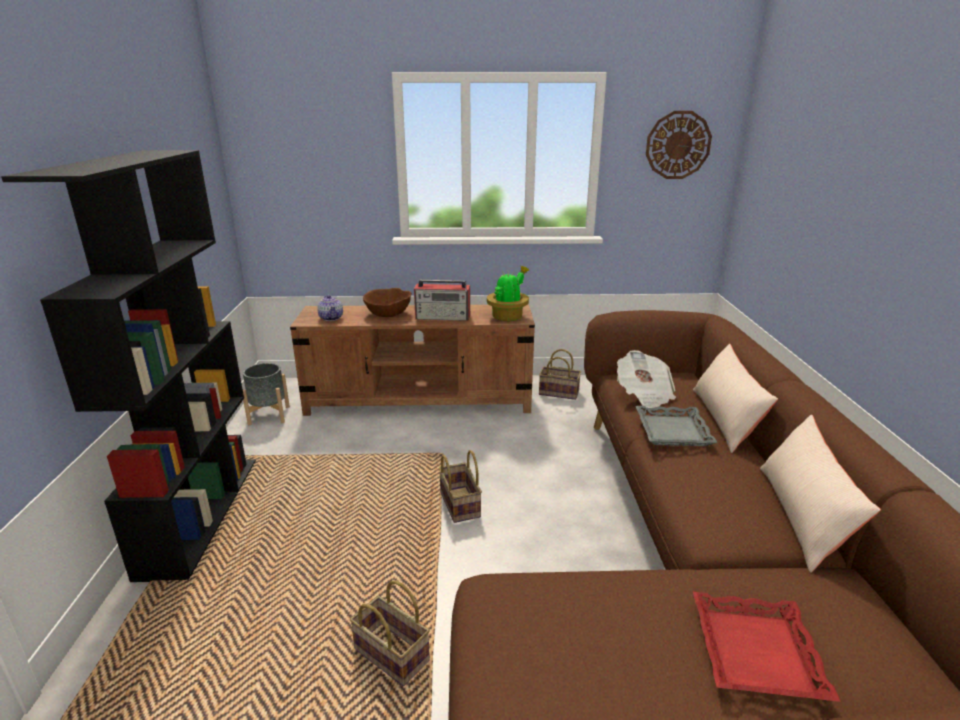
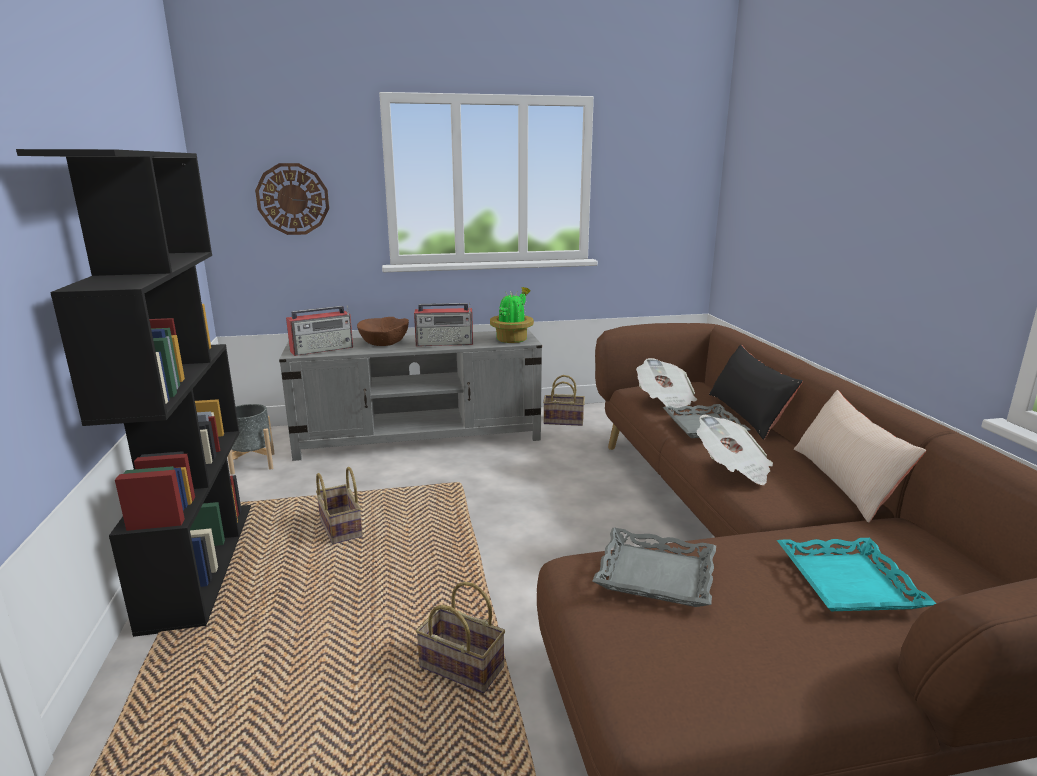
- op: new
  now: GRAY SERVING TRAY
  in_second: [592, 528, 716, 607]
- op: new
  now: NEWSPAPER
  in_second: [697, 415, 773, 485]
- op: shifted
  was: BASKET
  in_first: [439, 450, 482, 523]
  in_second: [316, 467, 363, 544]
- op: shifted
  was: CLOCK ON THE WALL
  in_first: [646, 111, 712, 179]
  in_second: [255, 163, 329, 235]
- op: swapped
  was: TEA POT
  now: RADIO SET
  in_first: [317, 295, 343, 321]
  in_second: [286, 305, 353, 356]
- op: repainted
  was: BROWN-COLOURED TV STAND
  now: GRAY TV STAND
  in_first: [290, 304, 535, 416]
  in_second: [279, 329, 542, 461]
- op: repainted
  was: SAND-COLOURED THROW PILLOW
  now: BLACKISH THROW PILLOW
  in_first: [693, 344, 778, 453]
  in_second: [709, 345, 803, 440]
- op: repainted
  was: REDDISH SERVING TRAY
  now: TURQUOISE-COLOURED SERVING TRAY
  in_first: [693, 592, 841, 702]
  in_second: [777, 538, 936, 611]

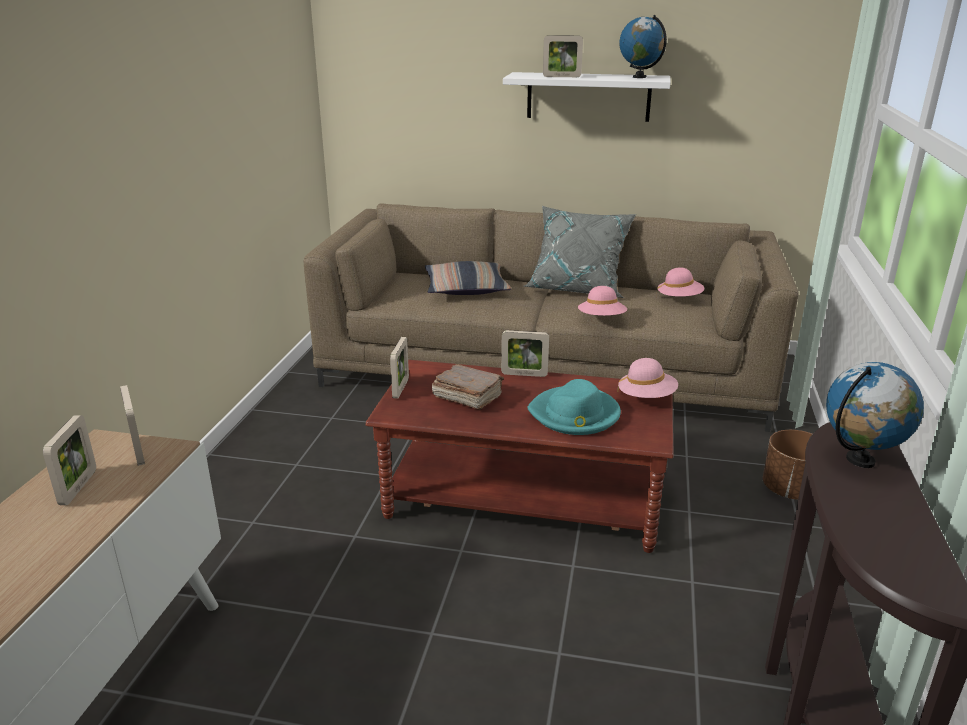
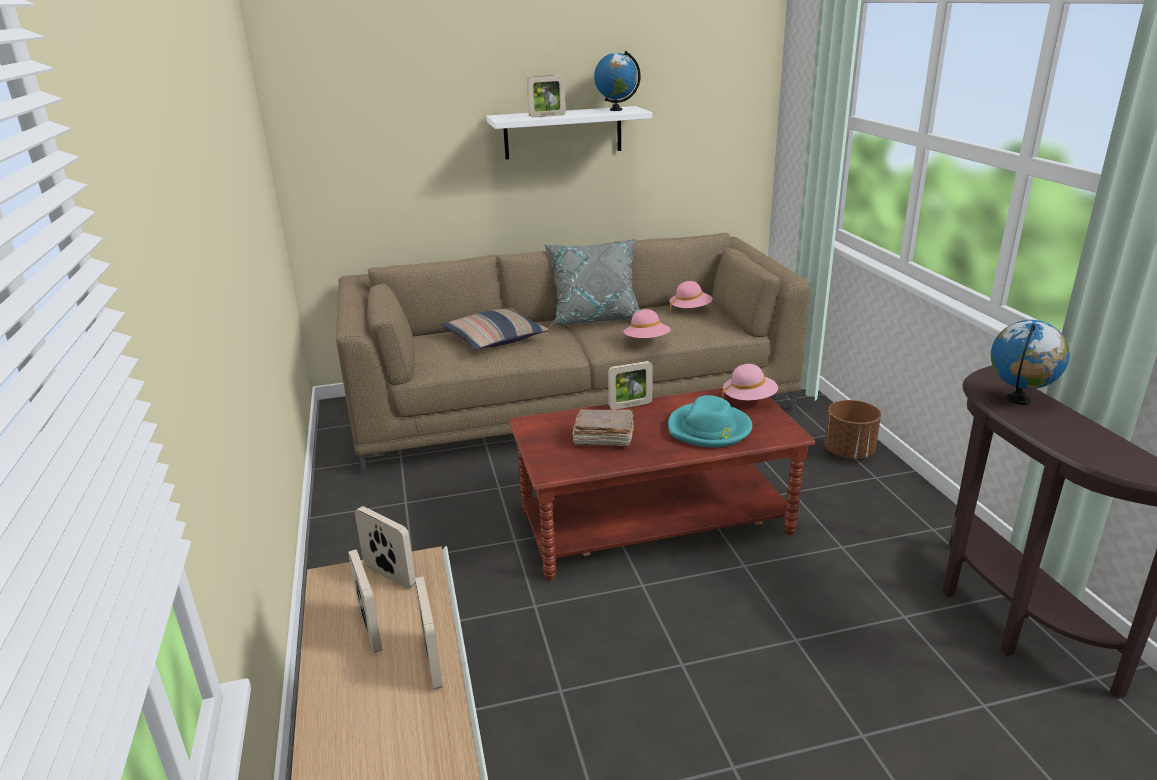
- op: shifted
  was: PICTURE FRAME
  in_first: [390, 337, 409, 399]
  in_second: [415, 576, 443, 689]

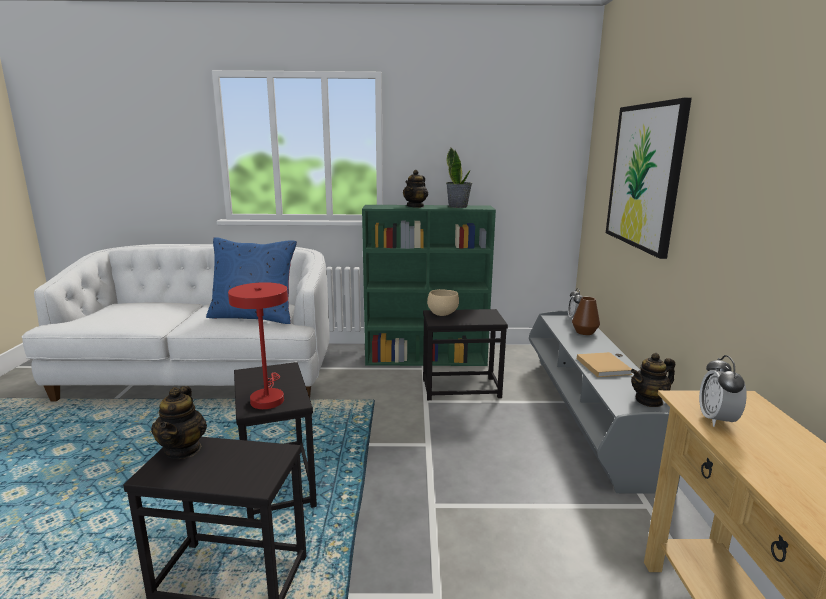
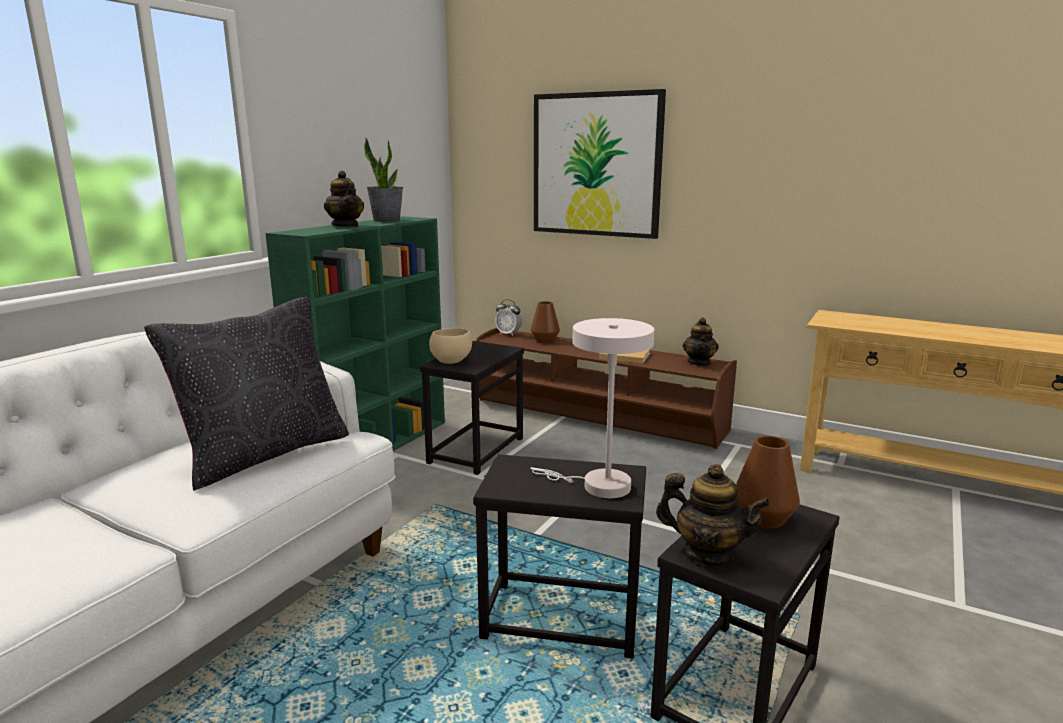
- op: gone
  was: ALARM CLOCK
  in_first: [699, 355, 747, 427]
- op: new
  now: BROWN-COLOURED DECORATIVE VASE
  in_second: [736, 436, 800, 529]
- op: repainted
  was: BLUE-COLOURED THROW PILLOW
  now: BLACKISH THROW PILLOW
  in_first: [206, 237, 297, 324]
  in_second: [144, 297, 349, 491]
- op: repainted
  was: REDDISH TABLE LAMP
  now: WHITE-COLOURED TABLE LAMP
  in_first: [228, 282, 288, 409]
  in_second: [530, 318, 654, 498]
- op: repainted
  was: GRAY TV STAND
  now: BROWN-COLOURED TV STAND
  in_first: [529, 311, 680, 494]
  in_second: [475, 328, 737, 449]

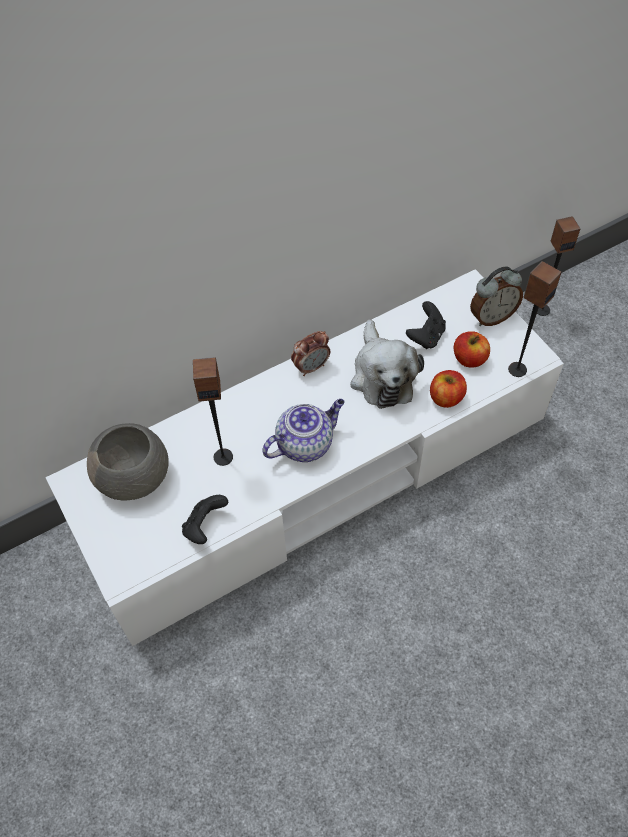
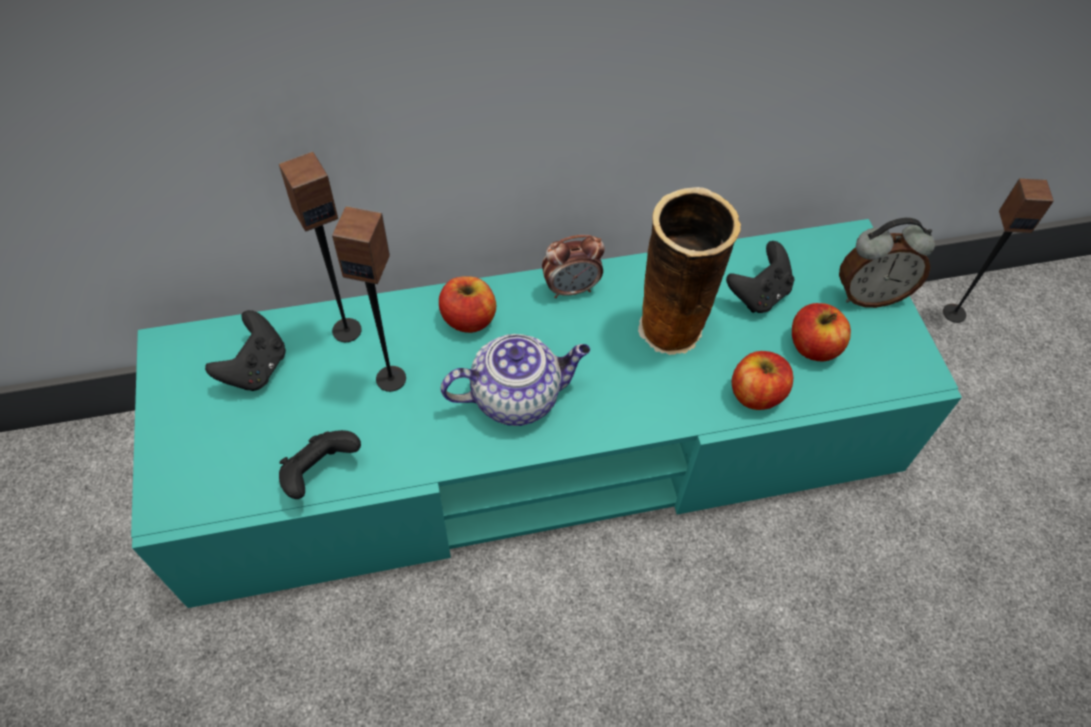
- op: new
  now: WHOLE APPLE
  in_second: [439, 276, 496, 333]
- op: shifted
  was: SPEAKER
  in_first: [508, 261, 561, 377]
  in_second: [279, 151, 362, 342]
- op: swapped
  was: GRAY SERVING BOWL
  now: BLACKISH GAMEPAD
  in_first: [87, 423, 169, 501]
  in_second: [205, 310, 286, 391]
- op: swapped
  was: CUDDLY TOY
  now: DECORATIVE VASE
  in_first: [350, 319, 424, 409]
  in_second: [638, 187, 741, 355]
- op: repainted
  was: WHITE-COLOURED TV STAND
  now: TURQUOISE-COLOURED TV STAND
  in_first: [46, 269, 564, 646]
  in_second: [131, 219, 962, 608]

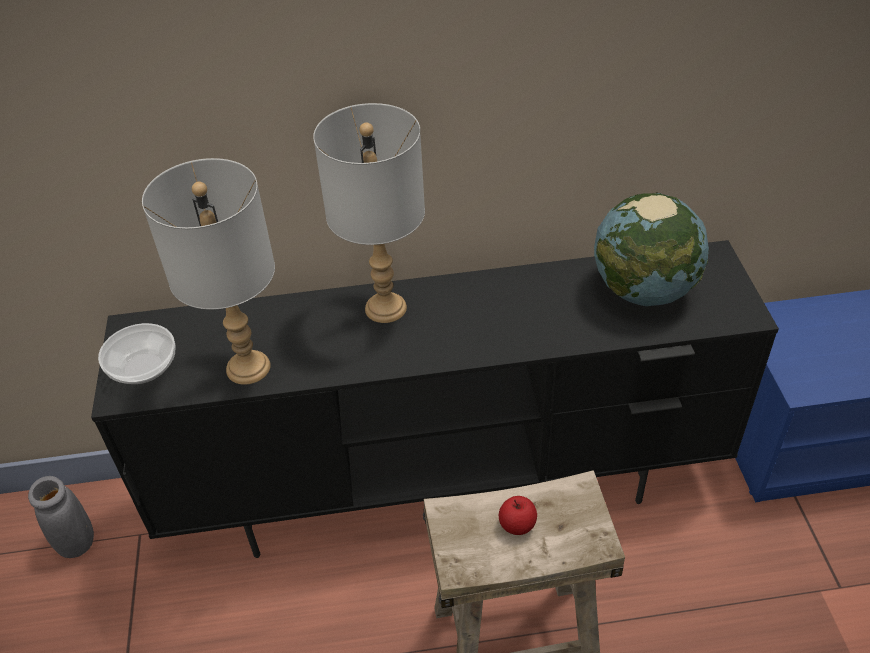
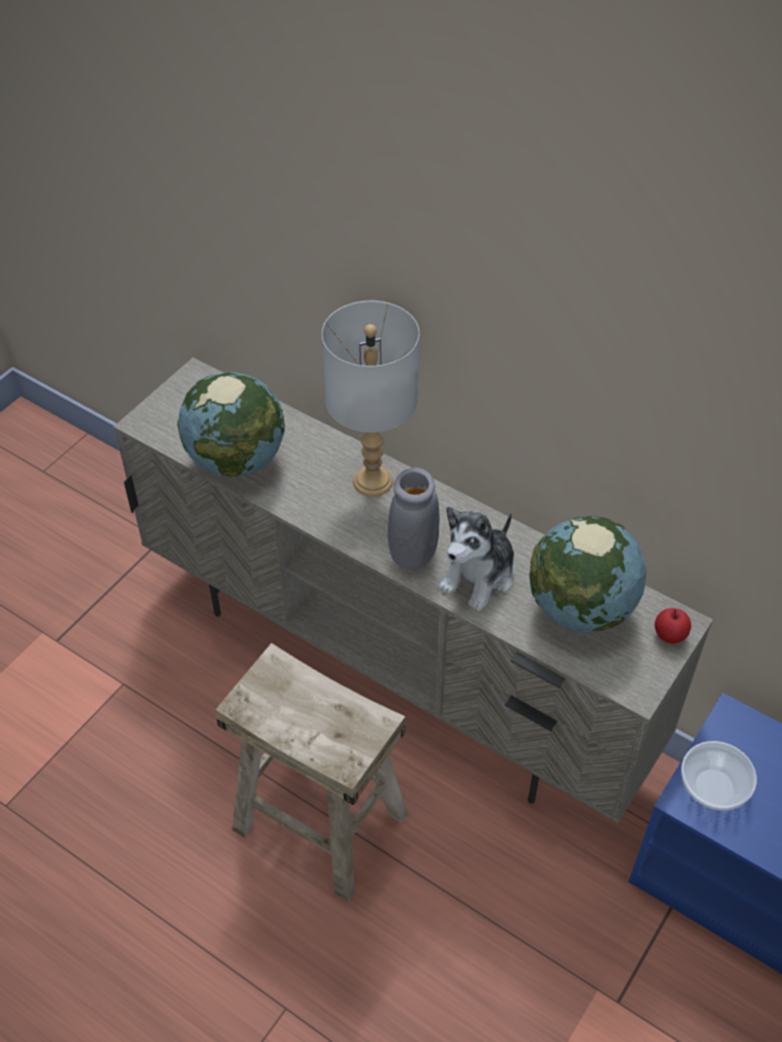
- op: new
  now: CUDDLY TOY
  in_second: [439, 507, 515, 611]
- op: shifted
  was: GRAY DECORATIVE VASE
  in_first: [28, 476, 94, 558]
  in_second: [388, 468, 439, 569]
- op: shifted
  was: SERVING BOWL
  in_first: [98, 323, 176, 384]
  in_second: [681, 741, 757, 811]
- op: shifted
  was: WHOLE APPLE
  in_first: [498, 496, 537, 535]
  in_second: [655, 608, 691, 644]
- op: swapped
  was: GRAY TABLE LAMP
  now: WORLD GLOBE
  in_first: [142, 158, 275, 385]
  in_second: [177, 372, 285, 477]
- op: repainted
  was: BLACKISH TV STAND
  now: SAND-COLOURED TV STAND
  in_first: [91, 240, 779, 558]
  in_second: [113, 357, 713, 824]

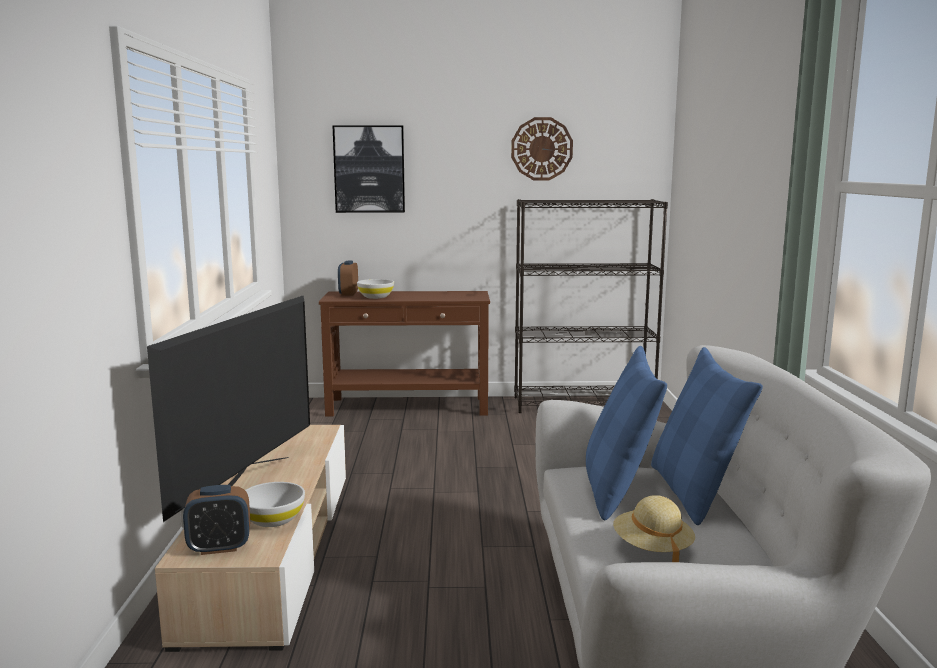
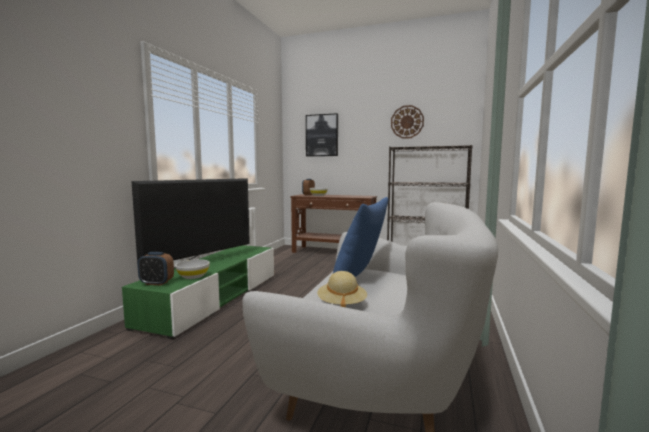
- op: gone
  was: BLUE-COLOURED THROW PILLOW
  in_first: [651, 347, 763, 525]
- op: repainted
  was: SAND-COLOURED TV STAND
  now: GREENISH TV STAND
  in_first: [155, 425, 346, 652]
  in_second: [122, 245, 274, 339]

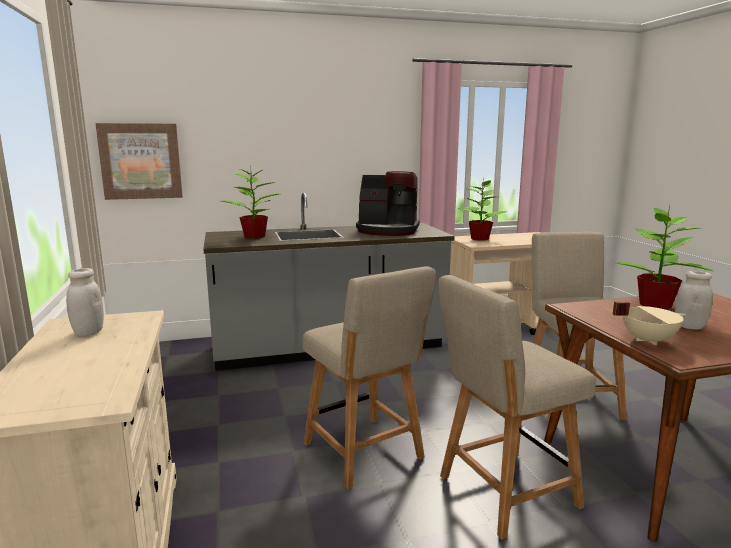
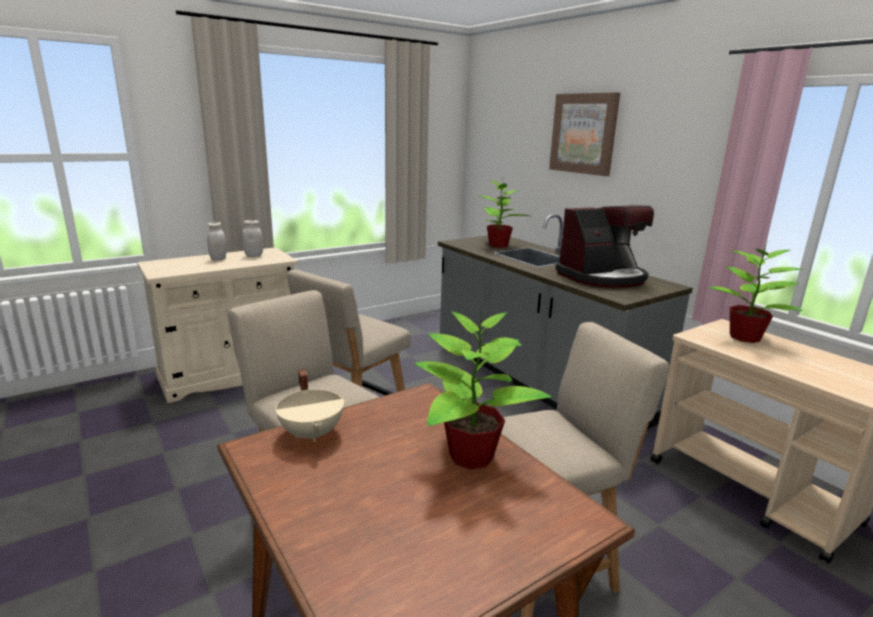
- op: shifted
  was: WALL PICTURE
  in_first: [95, 123, 183, 200]
  in_second: [549, 92, 620, 176]
- op: shifted
  was: WHITE-COLOURED PRESERVE JAR
  in_first: [675, 271, 713, 330]
  in_second: [207, 222, 227, 261]
- op: rotated
  was: COFFEE MACHINE
  in_first: [356, 171, 420, 236]
  in_second: [555, 205, 654, 288]
  clockwise: -105

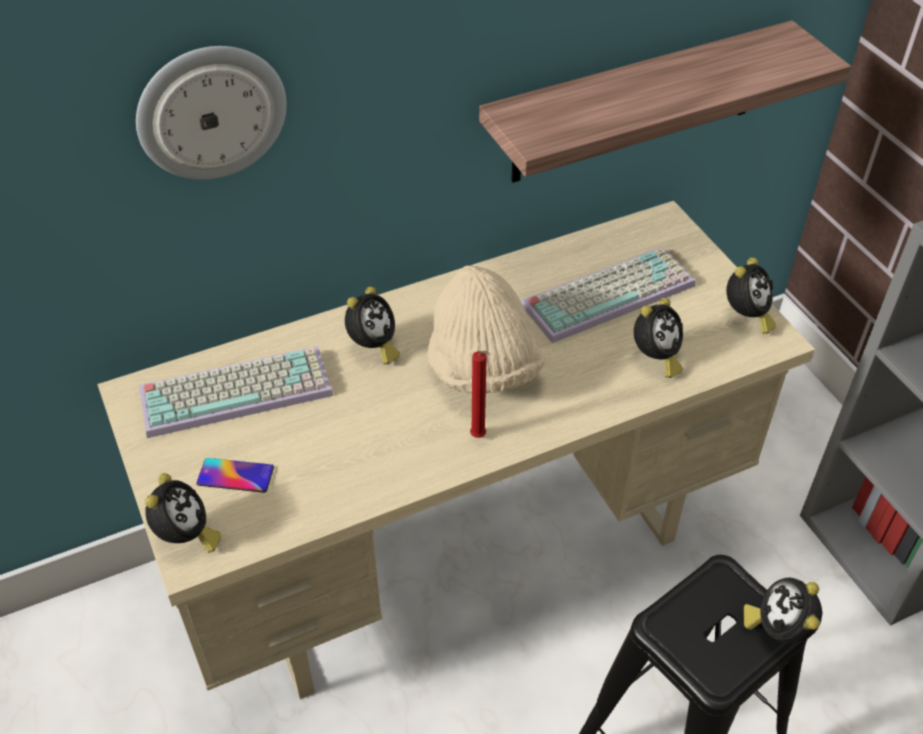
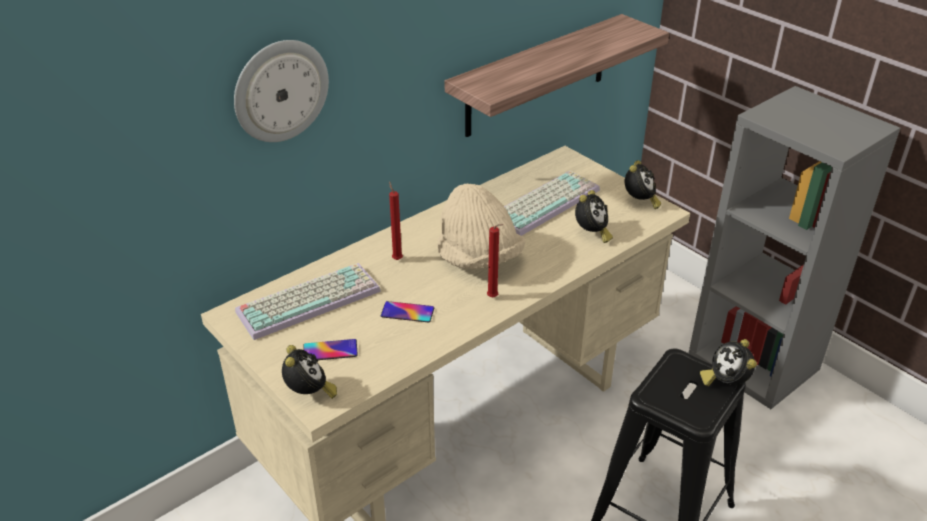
- op: new
  now: TELEPHONE
  in_second: [381, 301, 434, 322]
- op: swapped
  was: ALARM CLOCK
  now: REDDISH WAX CANDLE
  in_first: [345, 286, 400, 365]
  in_second: [389, 181, 403, 260]

